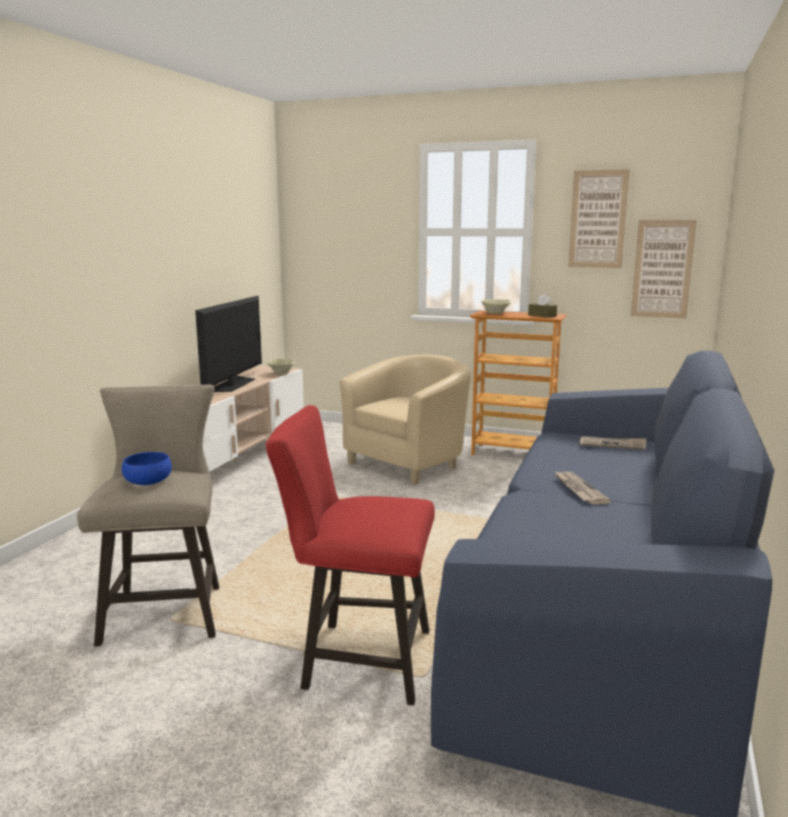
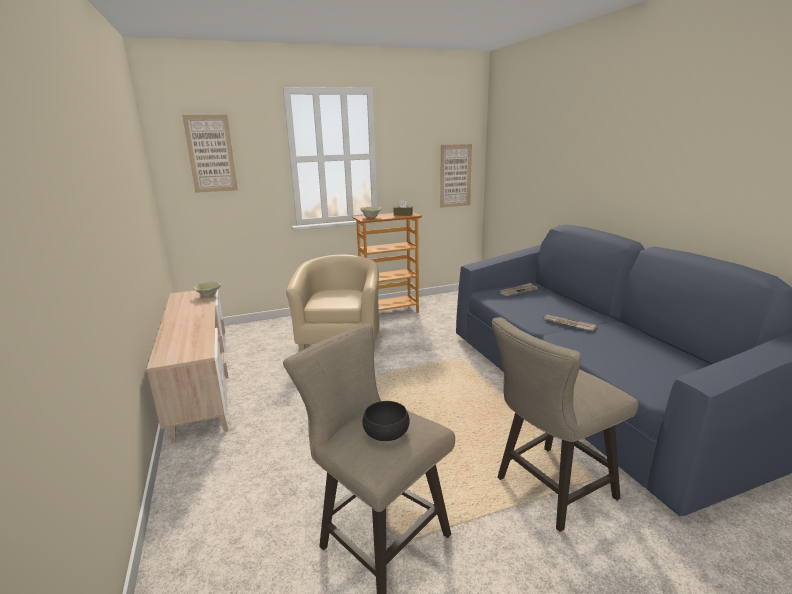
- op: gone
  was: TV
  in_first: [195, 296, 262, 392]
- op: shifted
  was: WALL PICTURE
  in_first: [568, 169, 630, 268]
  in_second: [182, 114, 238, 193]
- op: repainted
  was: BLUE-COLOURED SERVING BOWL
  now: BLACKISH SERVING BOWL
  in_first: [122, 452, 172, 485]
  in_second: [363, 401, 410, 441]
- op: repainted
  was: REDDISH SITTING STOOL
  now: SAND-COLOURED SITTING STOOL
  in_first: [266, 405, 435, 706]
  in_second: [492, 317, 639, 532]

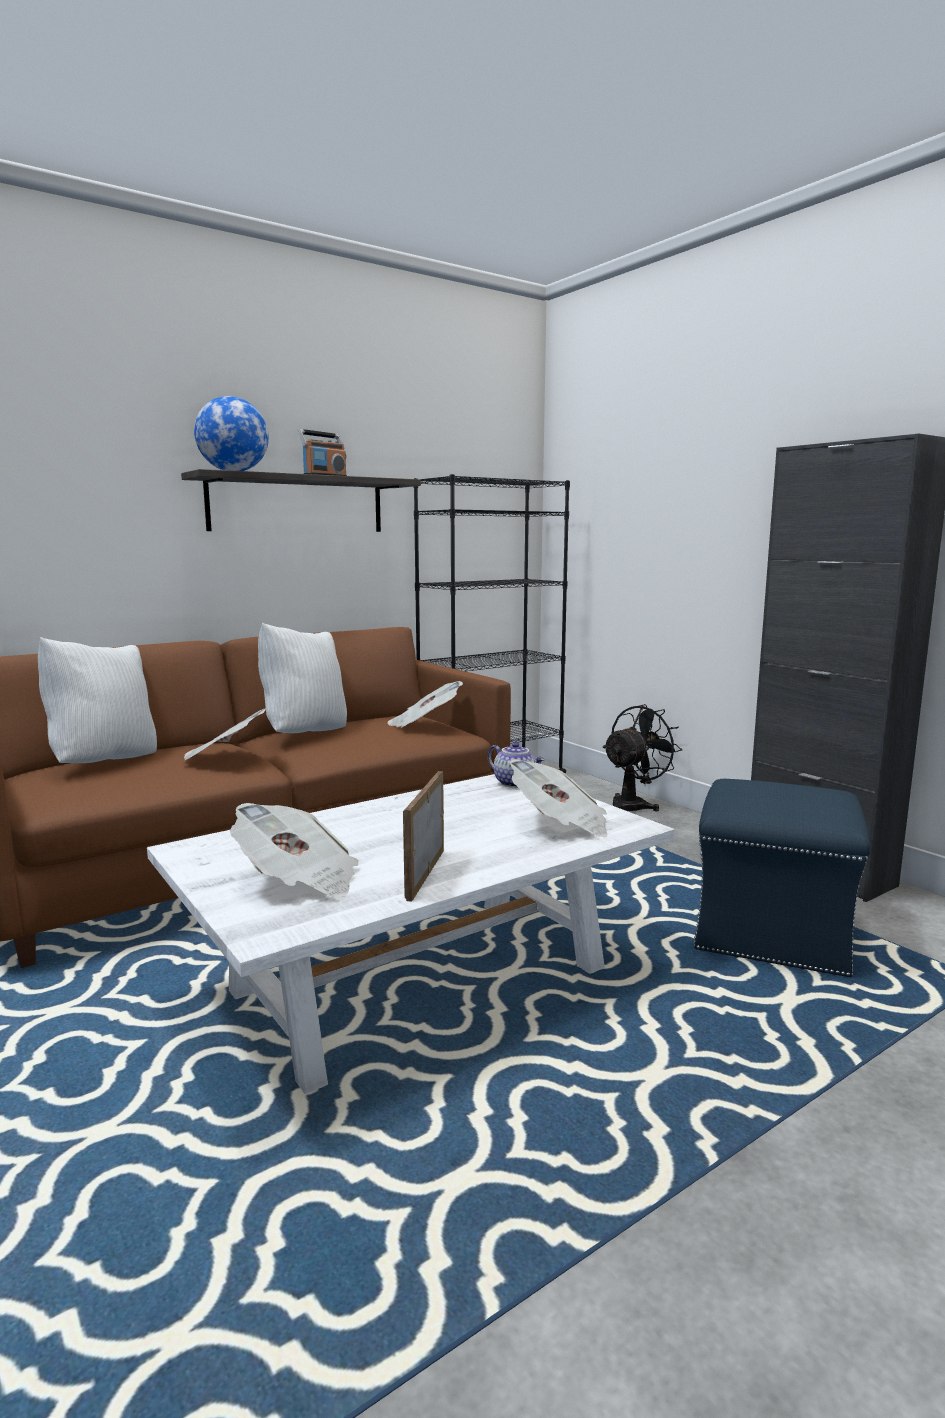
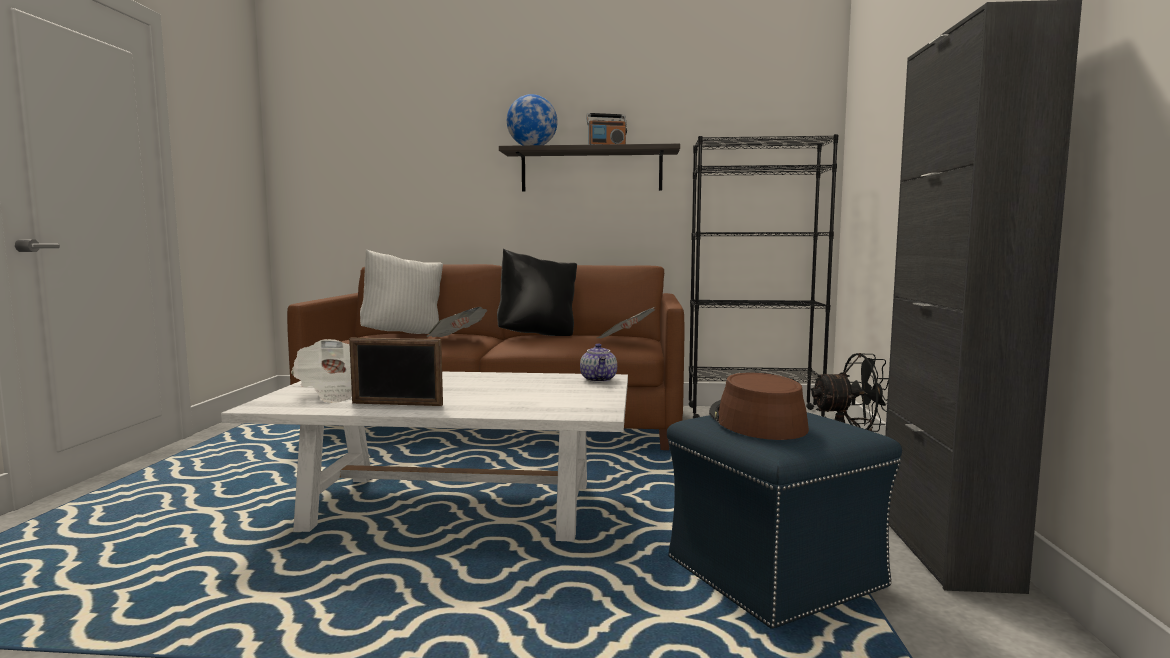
- op: gone
  was: NEWSPAPER
  in_first: [510, 759, 608, 837]
- op: new
  now: BROWN-COLOURED CLOTHING HAT
  in_second: [709, 373, 809, 440]
- op: repainted
  was: WHITE-COLOURED THROW PILLOW
  now: BLACKISH THROW PILLOW
  in_first: [258, 623, 347, 733]
  in_second: [497, 249, 577, 336]
- op: rotated
  was: PICTURE FRAME
  in_first: [403, 771, 444, 902]
  in_second: [349, 338, 443, 406]
  clockwise: -135

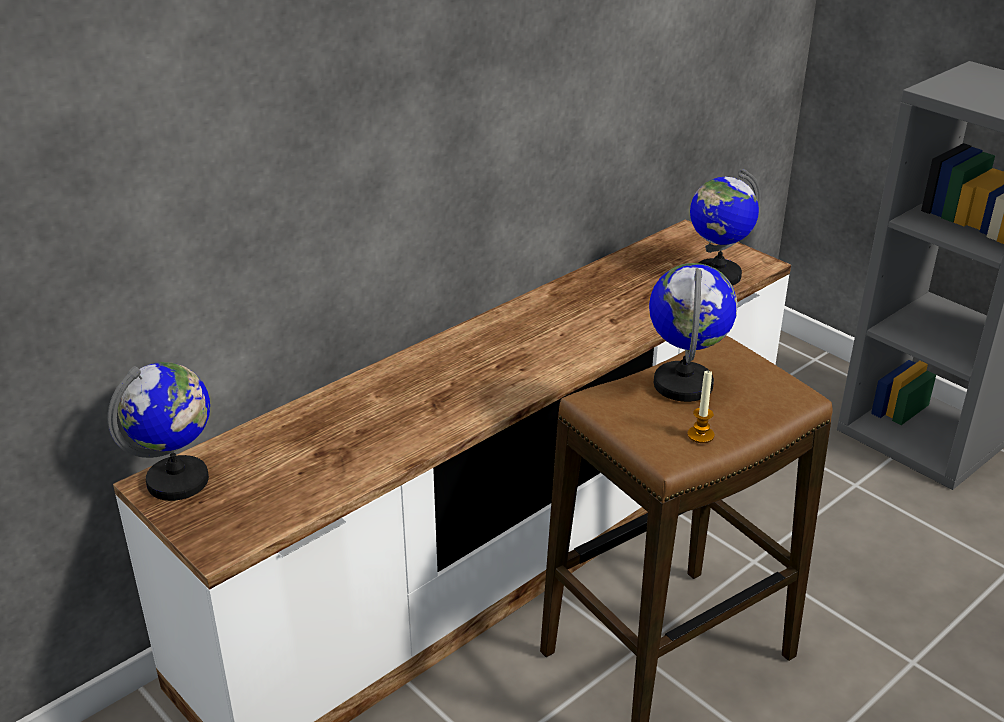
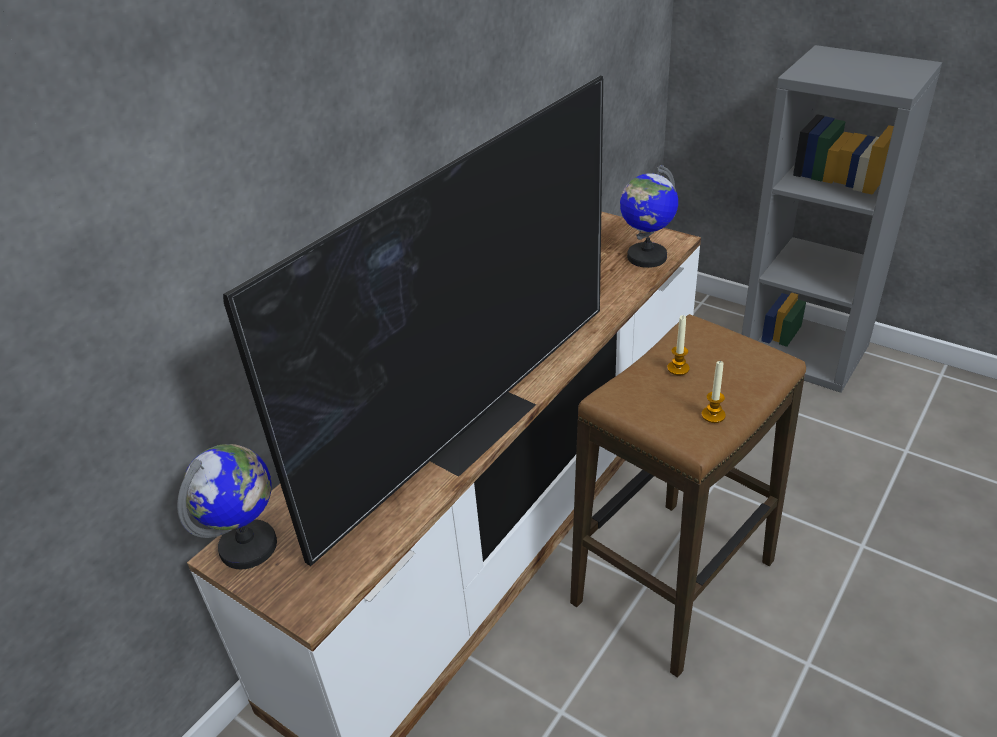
- op: new
  now: TV
  in_second: [223, 76, 603, 566]
- op: swapped
  was: WORLD GLOBE
  now: WAX CANDLE
  in_first: [649, 263, 737, 402]
  in_second: [667, 315, 690, 375]

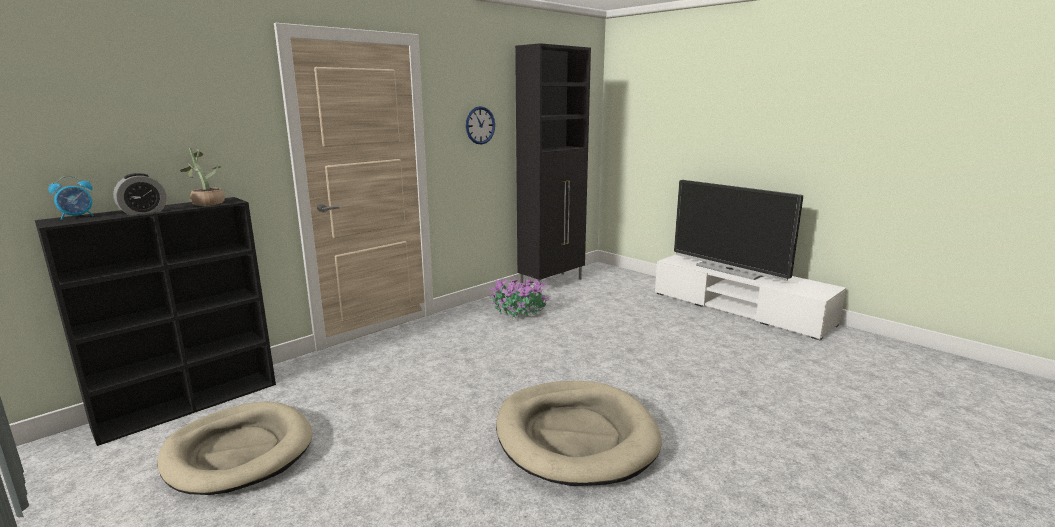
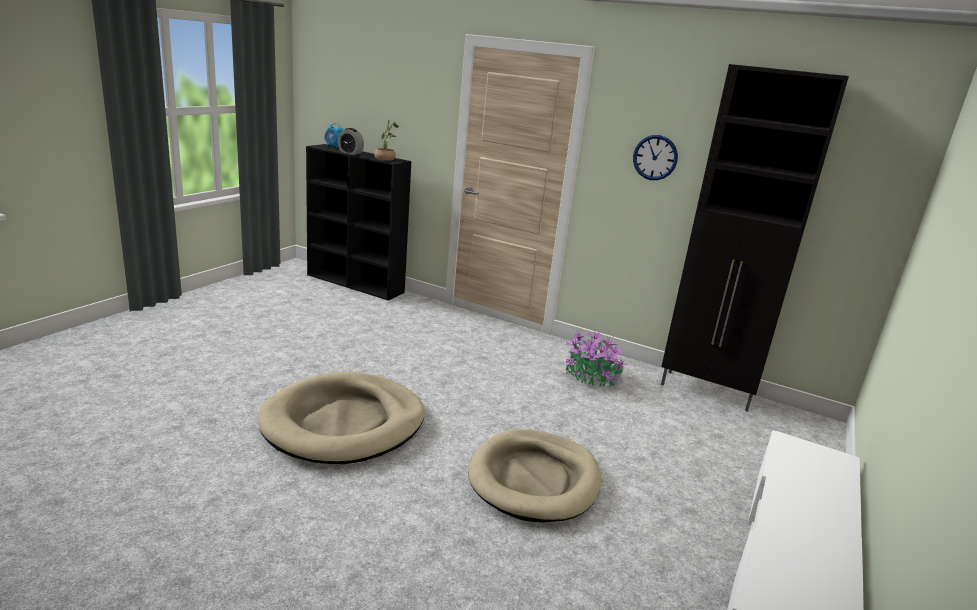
- op: gone
  was: TV
  in_first: [674, 180, 803, 281]
- op: shifted
  was: SAND-COLOURED DOG BED
  in_first: [157, 401, 312, 495]
  in_second: [468, 429, 601, 522]

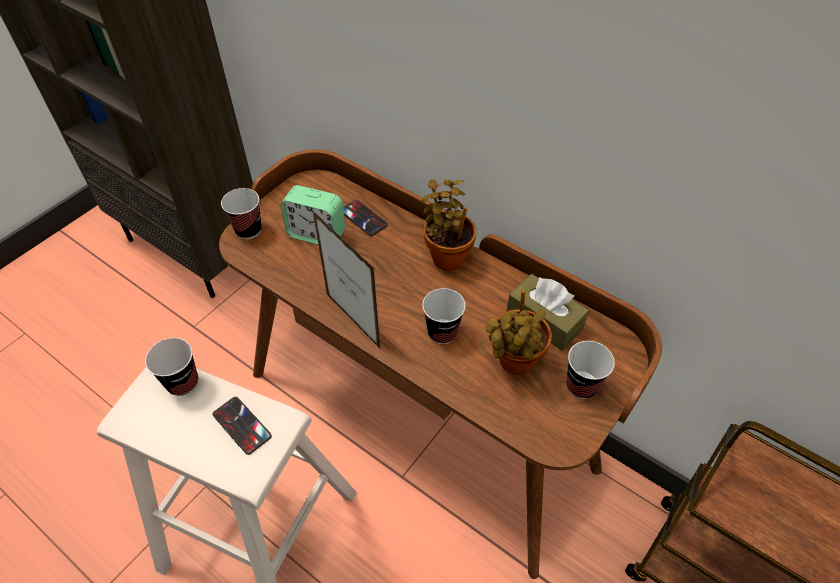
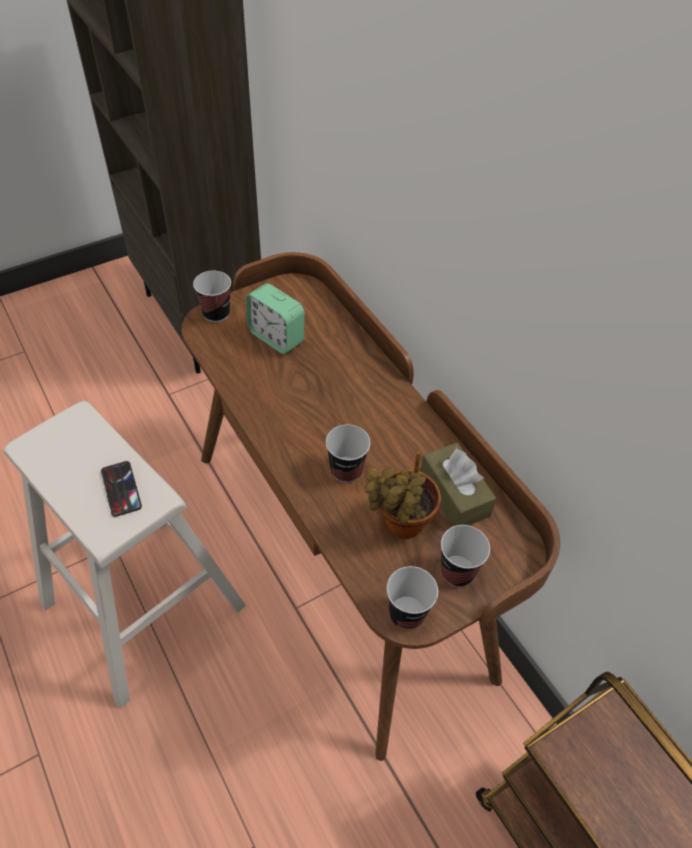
- op: gone
  was: PICTURE FRAME
  in_first: [312, 210, 380, 348]
- op: gone
  was: TELEPHONE
  in_first: [343, 200, 388, 236]
- op: gone
  was: HOUSEPLANT
  in_first: [422, 179, 477, 271]
- op: shifted
  was: CUP
  in_first: [145, 338, 198, 396]
  in_second: [387, 566, 438, 630]

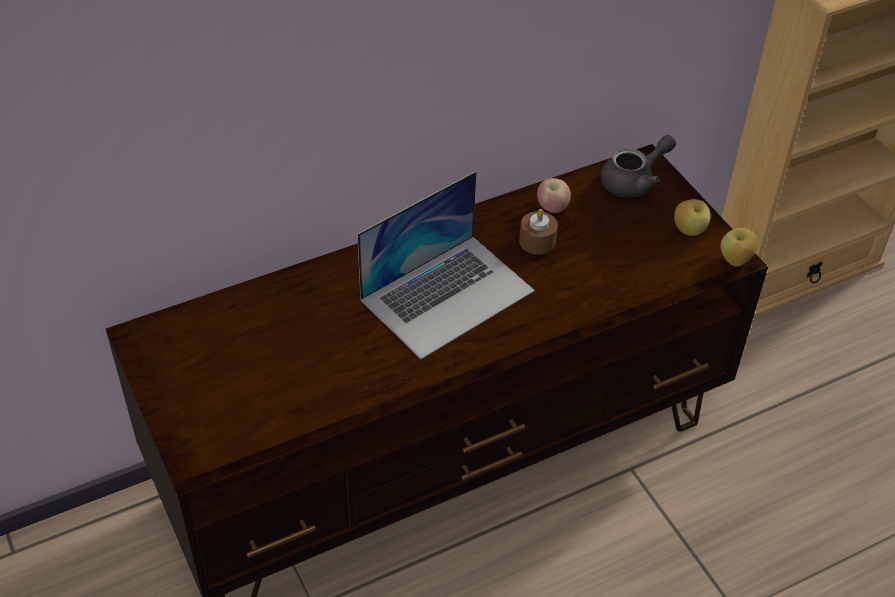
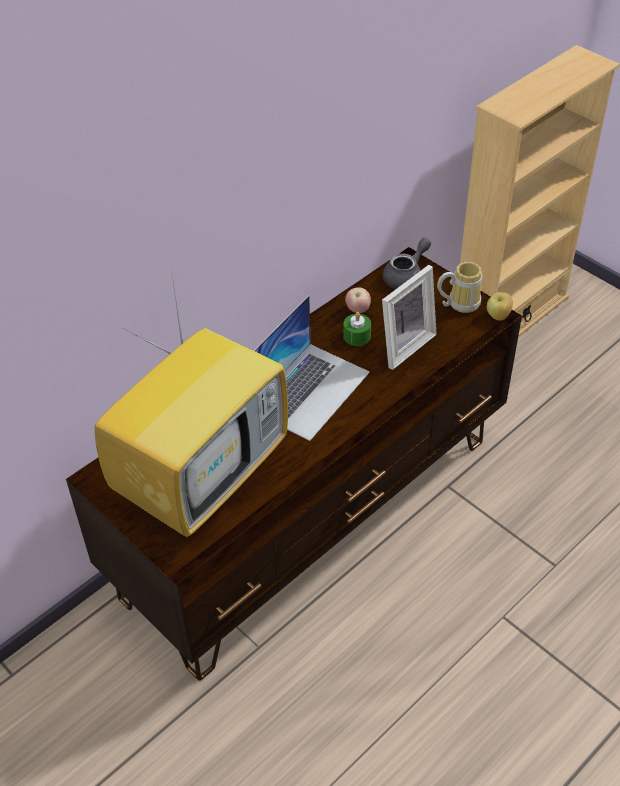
- op: new
  now: TV
  in_second: [94, 262, 288, 537]
- op: new
  now: PICTURE FRAME
  in_second: [382, 265, 437, 370]
- op: swapped
  was: WHOLE APPLE
  now: MUG
  in_first: [674, 199, 710, 236]
  in_second: [437, 262, 482, 313]
- op: repainted
  was: BROWN-COLOURED WAX CANDLE
  now: GREENISH WAX CANDLE
  in_first: [519, 209, 558, 255]
  in_second: [343, 312, 371, 346]

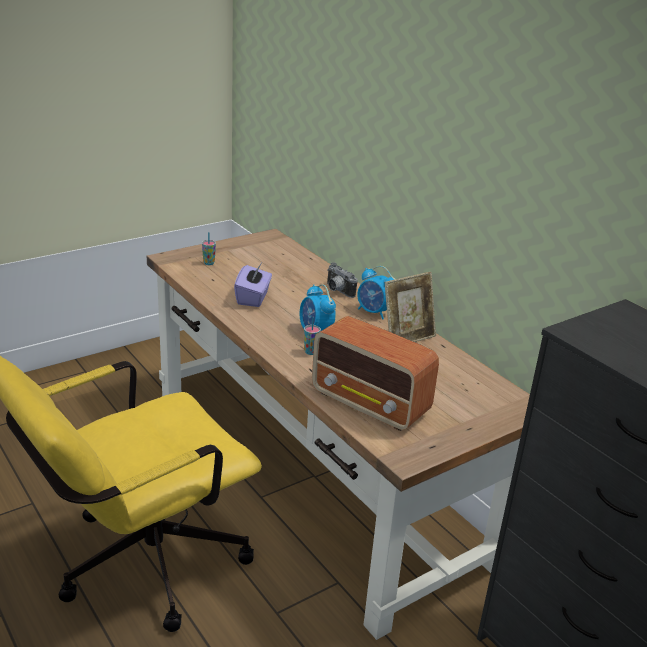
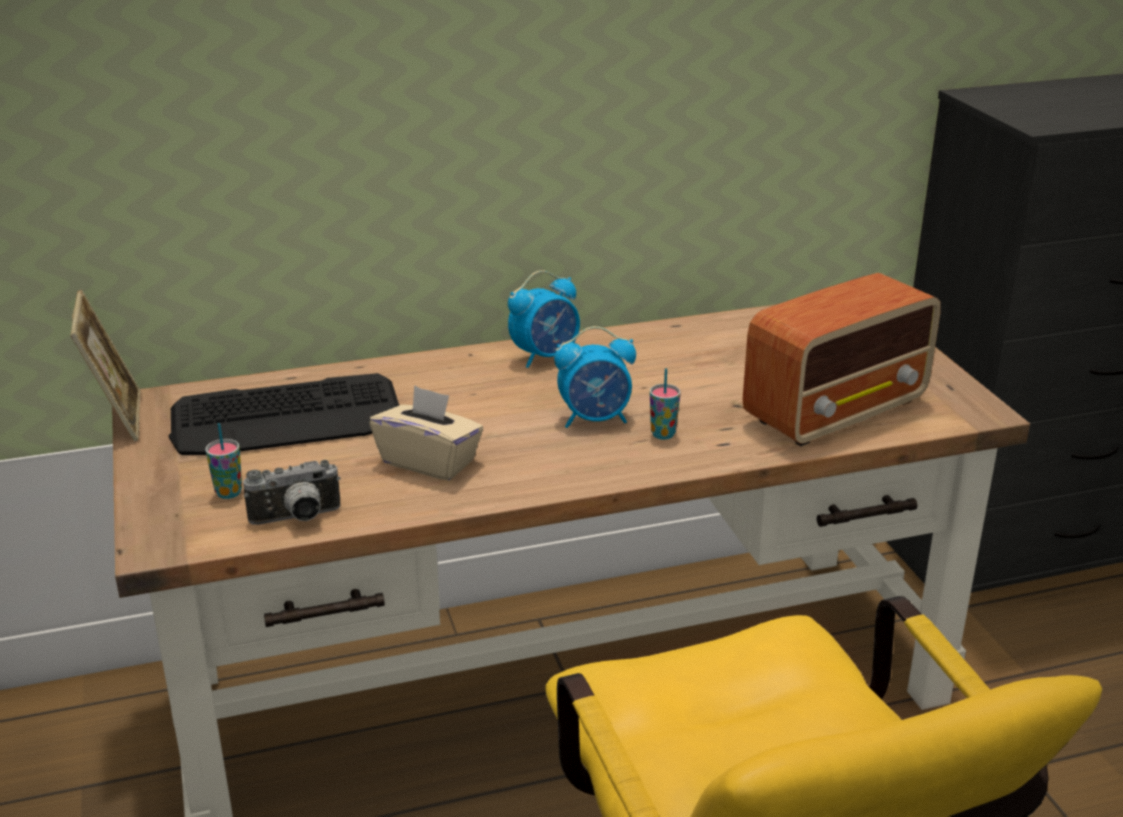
- op: new
  now: PC KEYBOARD
  in_second: [169, 373, 400, 455]
- op: shifted
  was: STILL CAMERA
  in_first: [327, 262, 358, 298]
  in_second: [243, 460, 341, 525]
- op: shifted
  was: PICTURE FRAME
  in_first: [385, 272, 436, 342]
  in_second: [71, 290, 141, 441]
- op: repainted
  was: PURPLE TISSUE HOLDER
  now: SAND-COLOURED TISSUE HOLDER
  in_first: [234, 264, 272, 307]
  in_second: [369, 385, 483, 481]

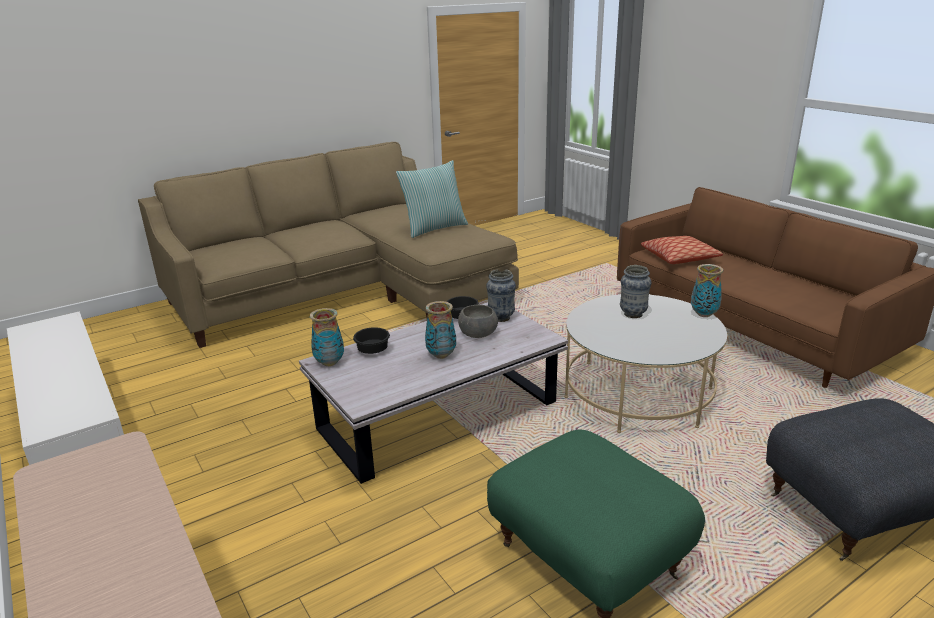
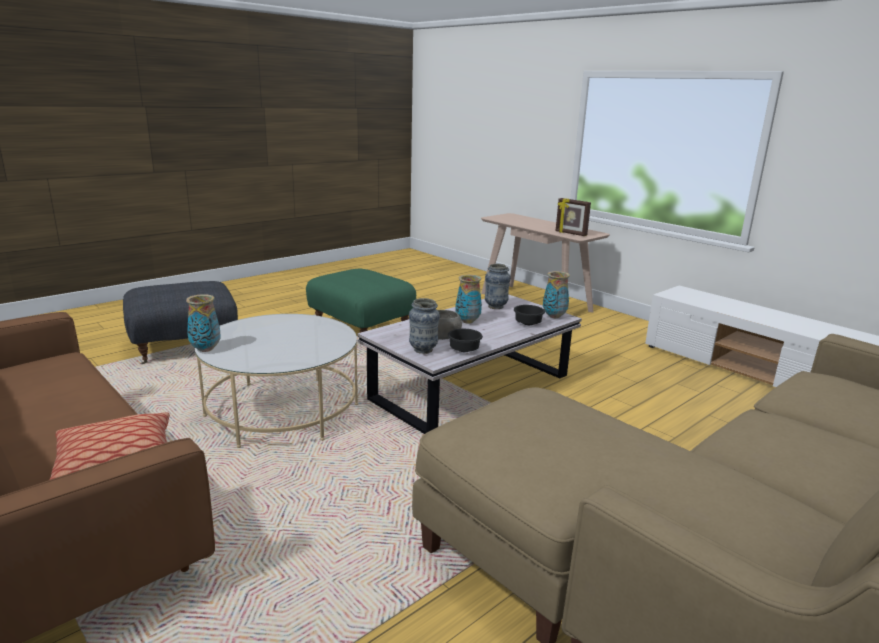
- op: gone
  was: THROW PILLOW
  in_first: [396, 160, 468, 238]
- op: new
  now: PICTURE FRAME
  in_second: [556, 198, 591, 236]
- op: shifted
  was: DECORATIVE VASE
  in_first: [620, 265, 651, 318]
  in_second: [485, 264, 511, 309]

